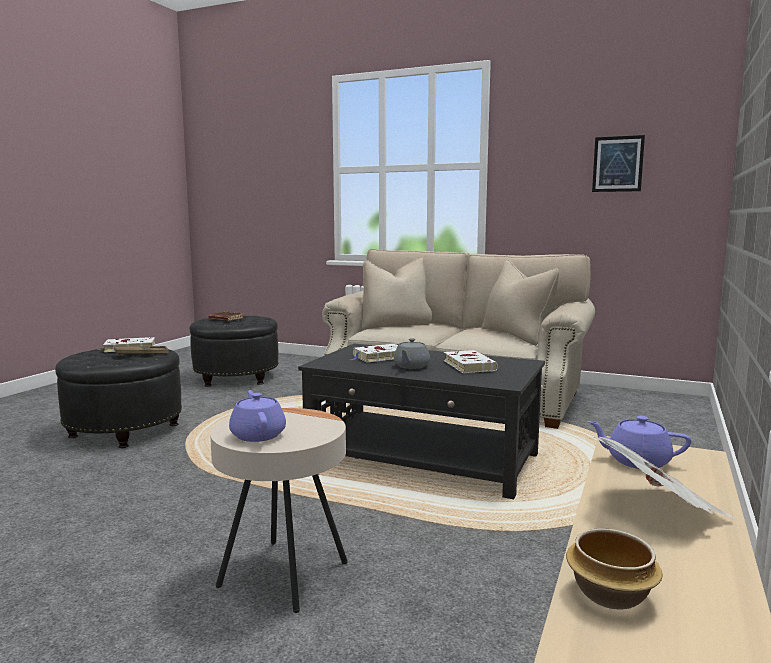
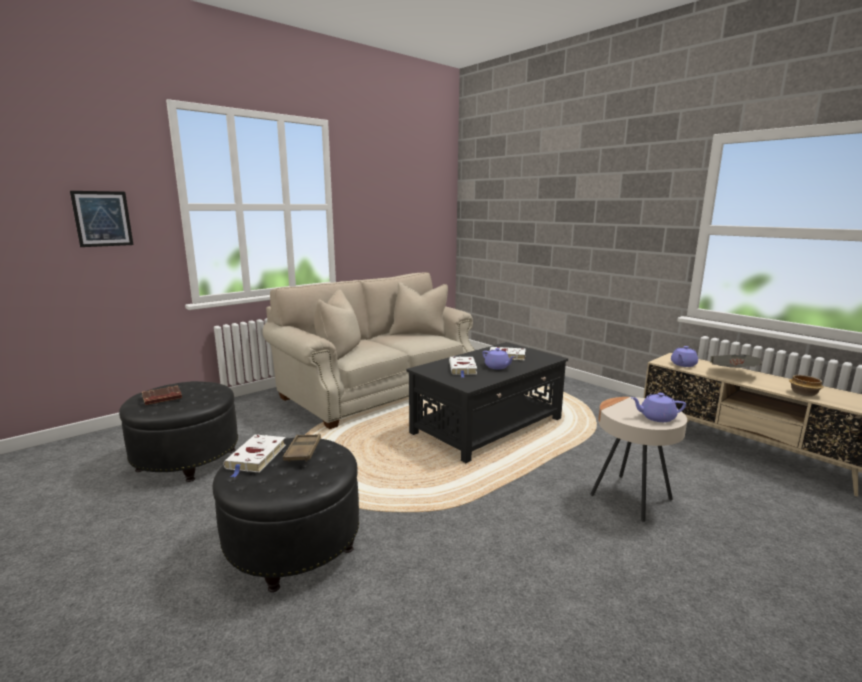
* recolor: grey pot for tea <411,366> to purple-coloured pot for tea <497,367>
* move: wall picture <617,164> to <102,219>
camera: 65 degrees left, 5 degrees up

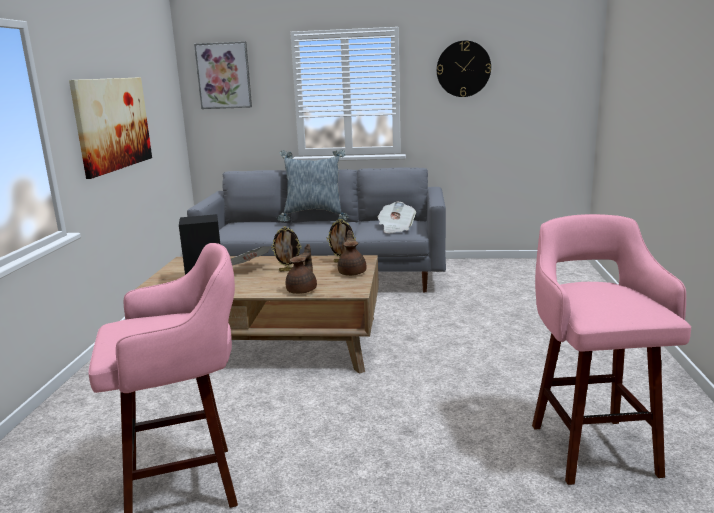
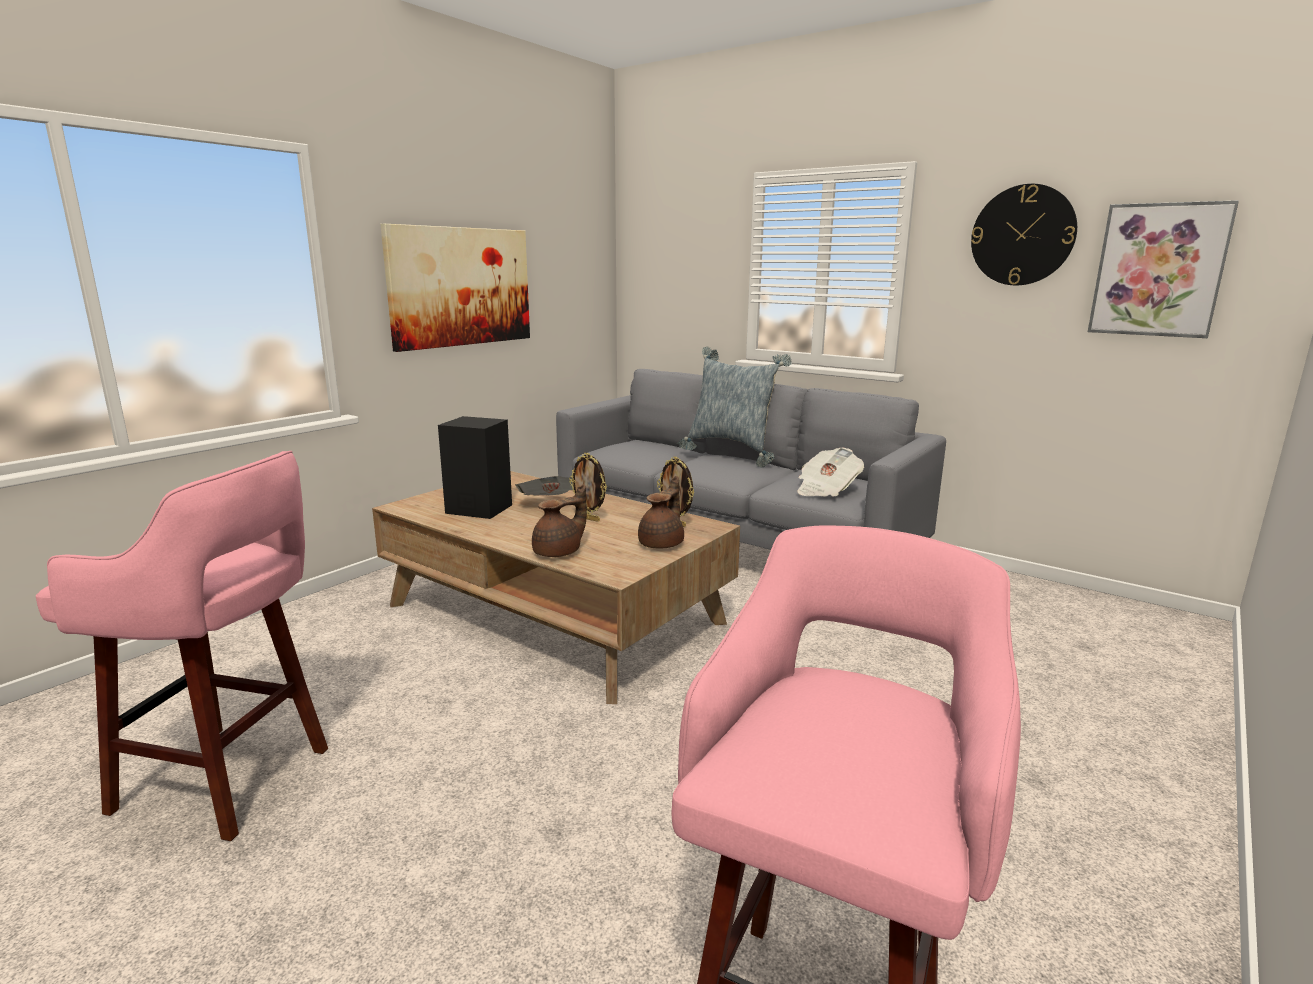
* move: wall picture <224,76> to <1158,270>
camera: 30 degrees right, 0 degrees up

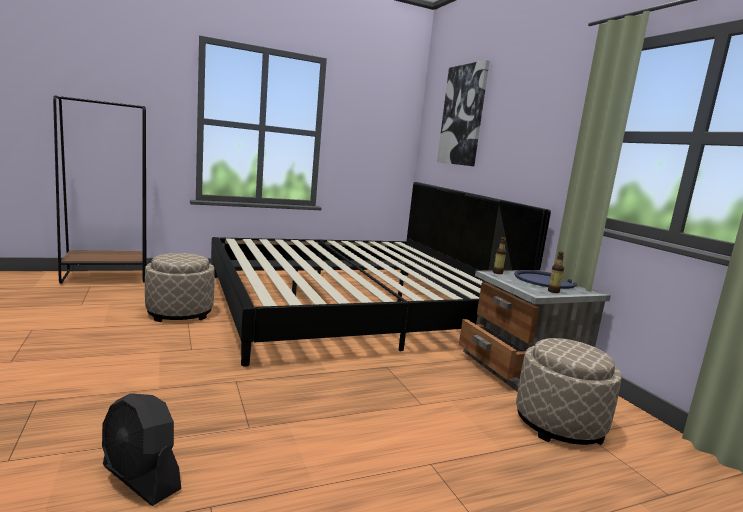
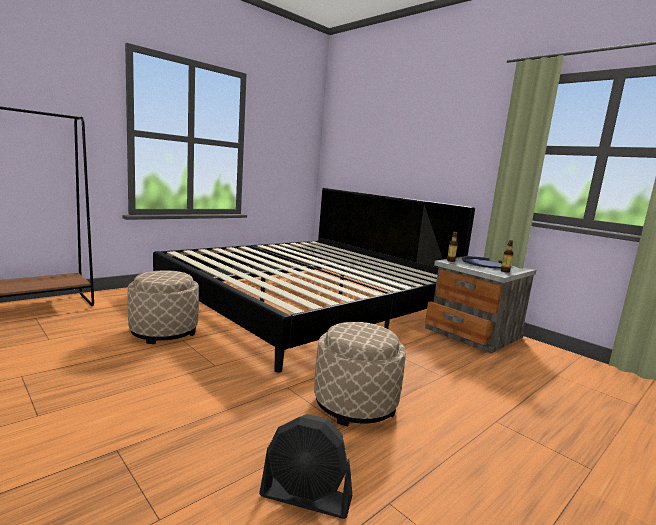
* delete: wall picture <463,115>
* move: sand-coloured footrest <559,424> to <355,404>
camera: 20 degrees left, 0 degrees up

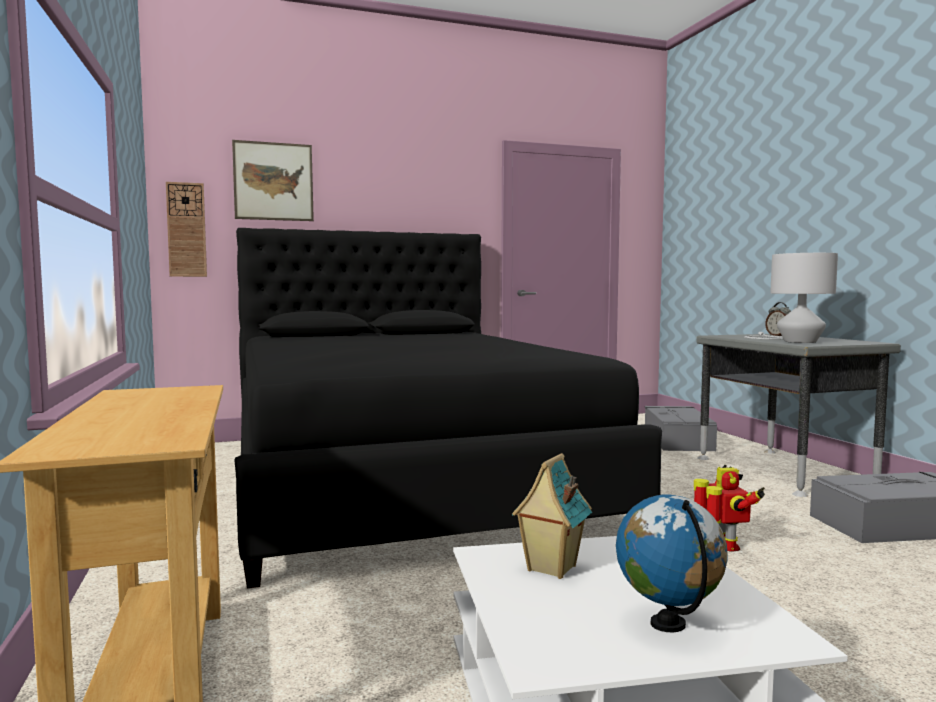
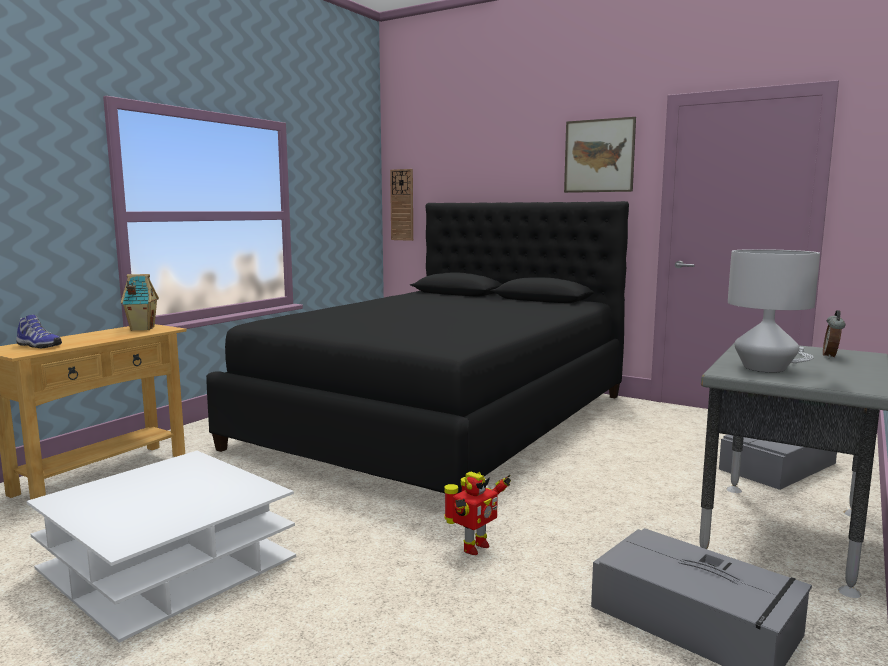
* move: wall picture <273,181> to <599,156>
* move: toy house <550,568> to <141,328>
* delete: desk globe <668,624>
* insert: low shoe <38,346>
camera: 50 degrees right, 5 degrees up

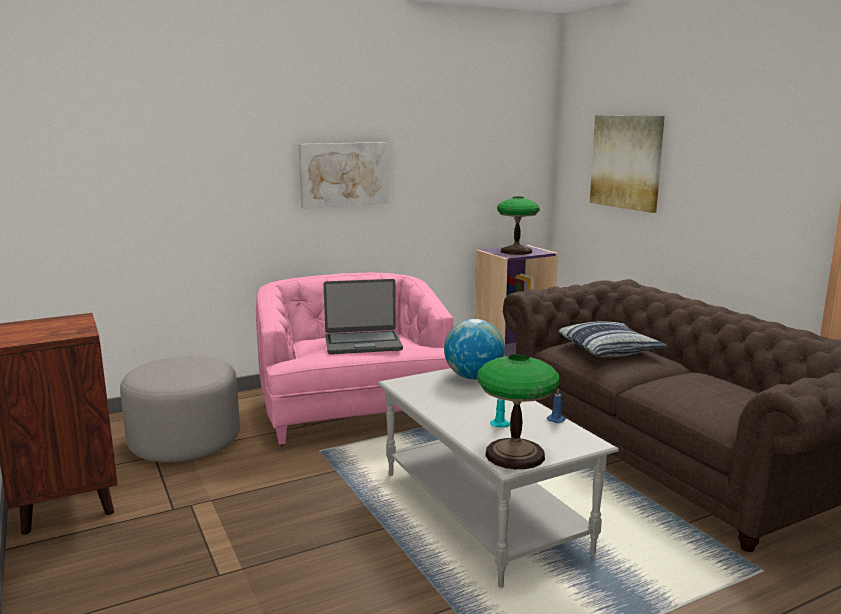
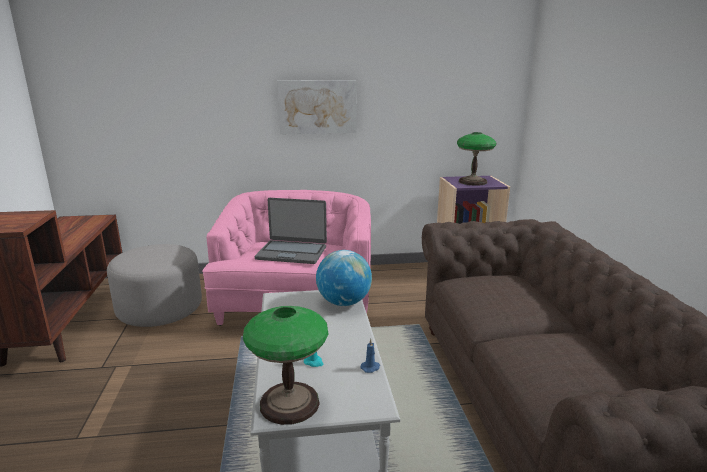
* delete: cushion <609,349>
* delete: wall picture <626,162>
camera: 20 degrees right, 5 degrees up

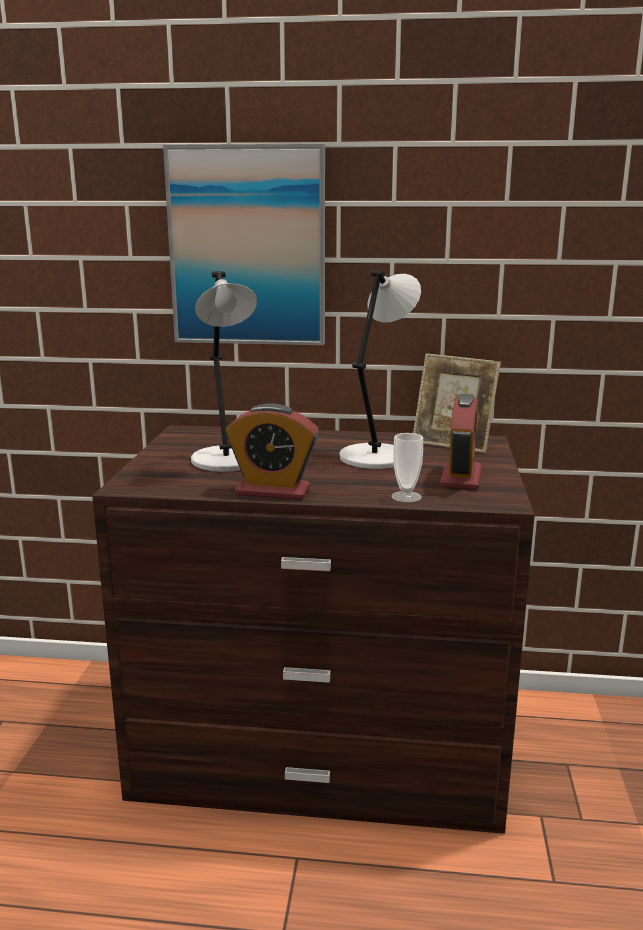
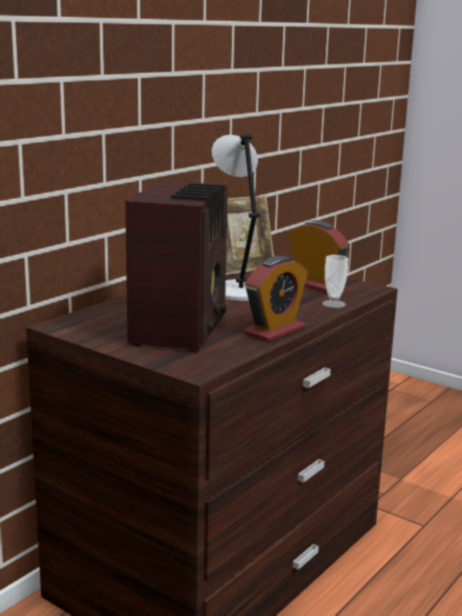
* delete: wall picture <248,247>
* replace: grey tabletop lamp <227,462> to radio receiver <181,329>
camera: 60 degrees left, 0 degrees up

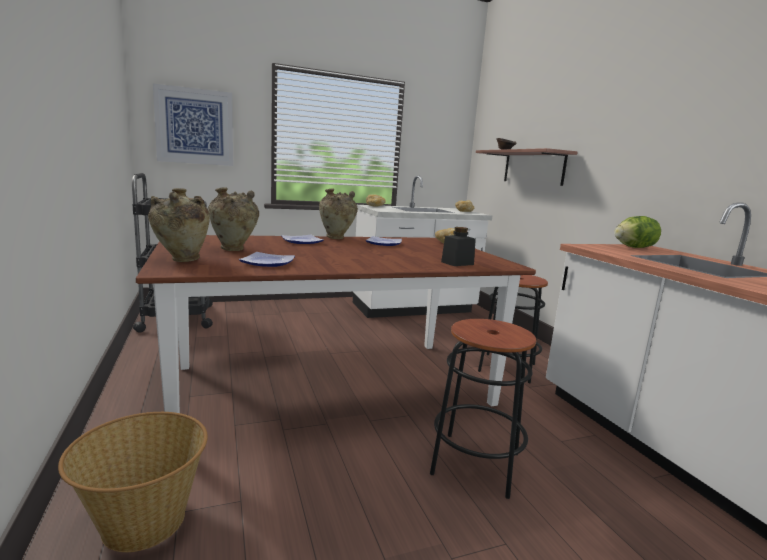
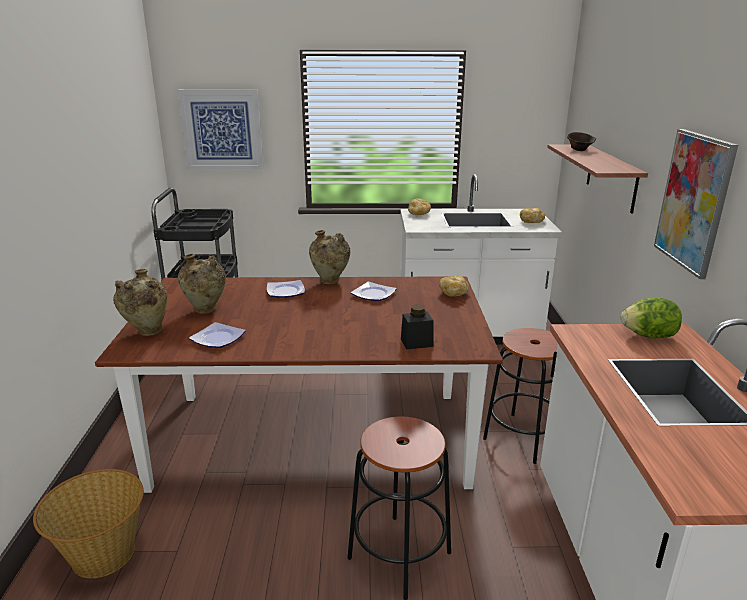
* insert: wall picture <693,201>
camera: 20 degrees right, 10 degrees up

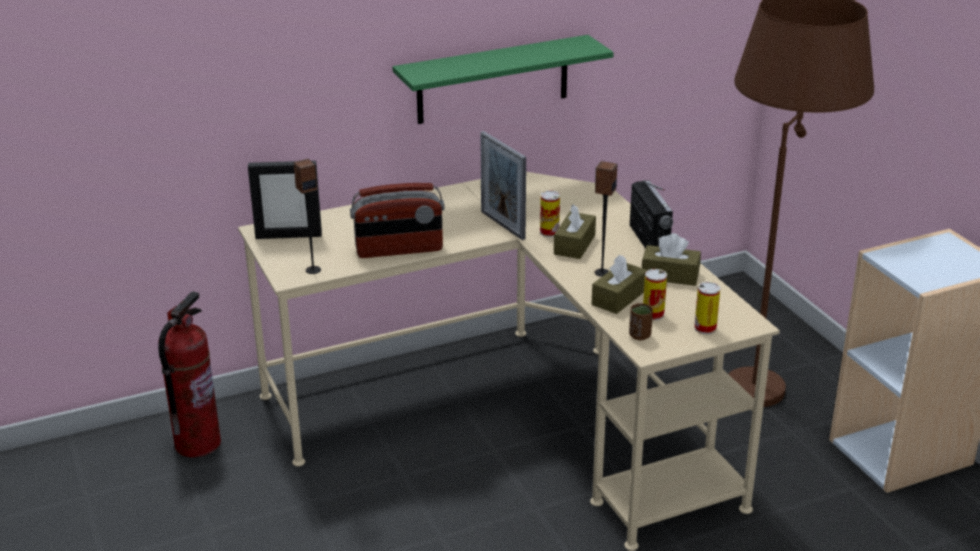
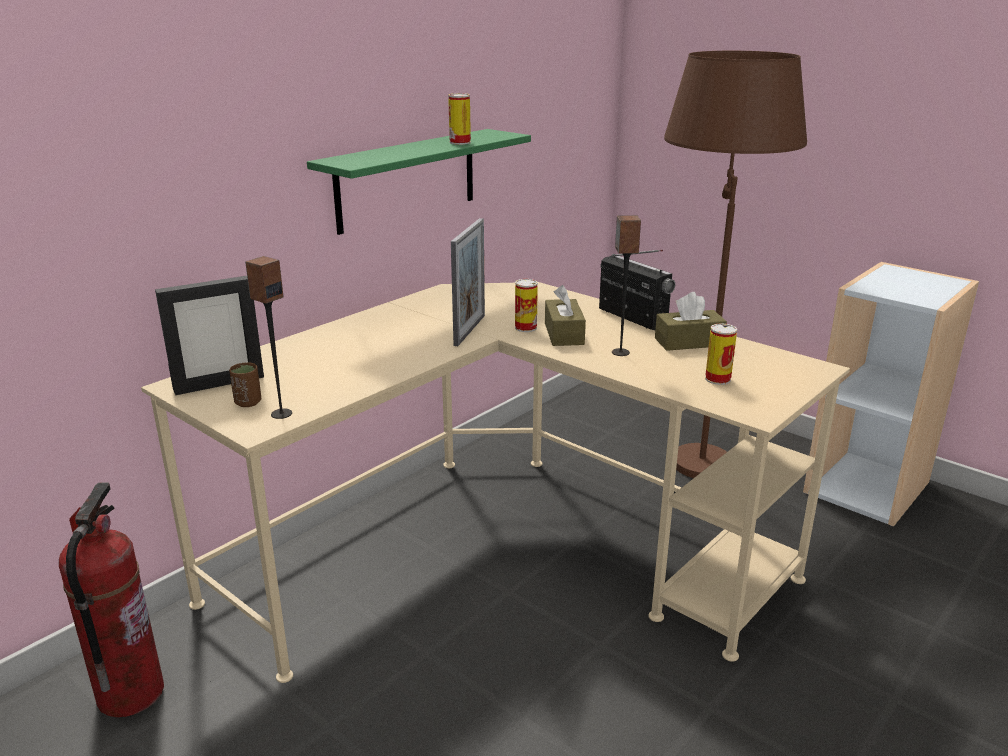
* delete: radio receiver <399,250>
* rotate: photo frame <502,225> = <469,330> 105 degrees counterclockwise
* delete: brown-coloured tissue holder <619,298>
* move: brown-coloured small cup <640,335> to <248,402>
* move: metal can <705,328> to <460,142>
camera: 25 degrees left, 5 degrees down

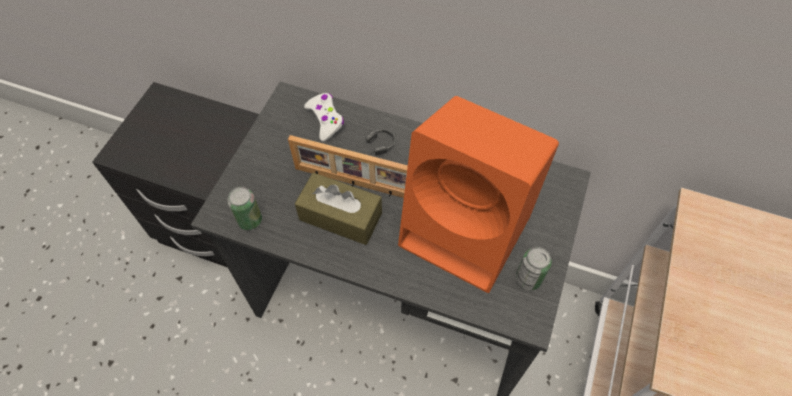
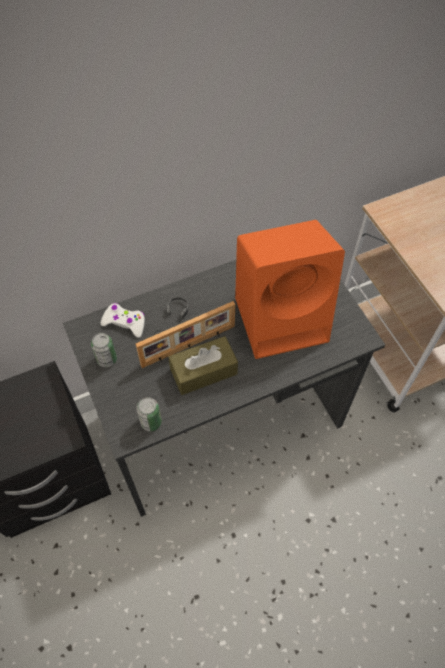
* move: metal can <528,279> to <107,359>
camera: 45 degrees left, 0 degrees up

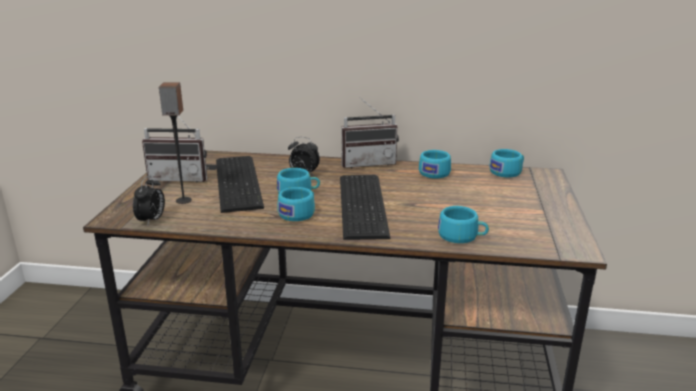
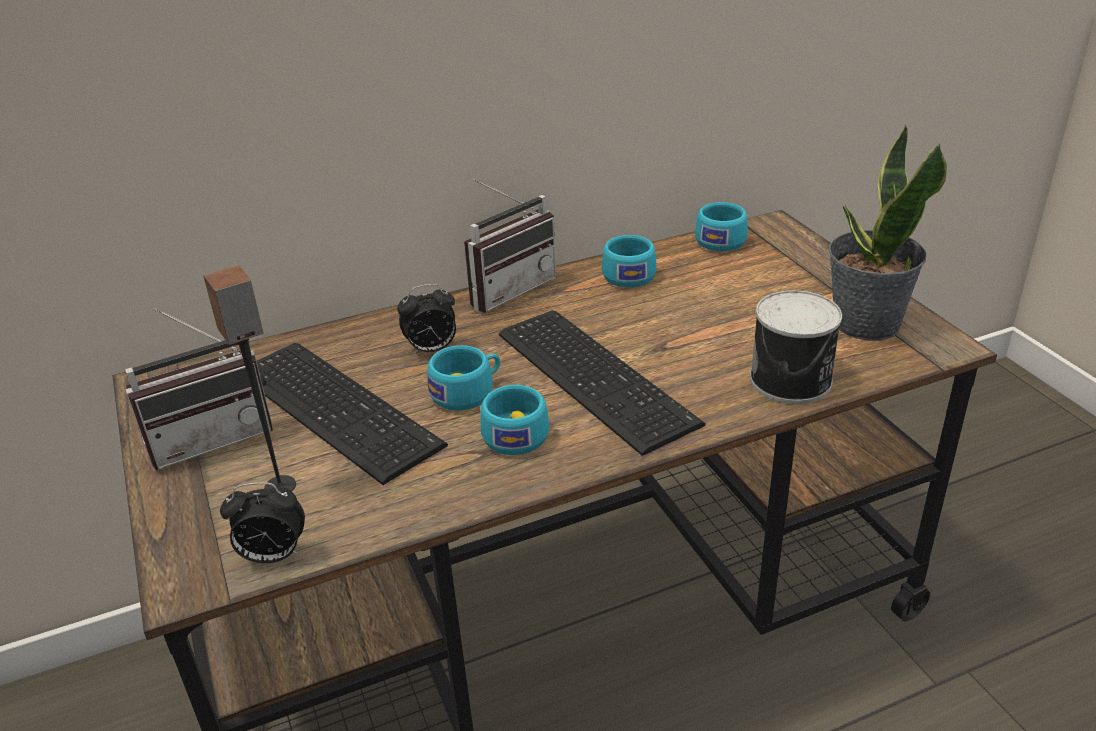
* rotate: table clock <152,220> = <273,556> 105 degrees clockwise
* replace: blue-green small cup <462,237> to metal can <792,381>
* insert: potted plant <865,323>
camera: 30 degrees left, 10 degrees up

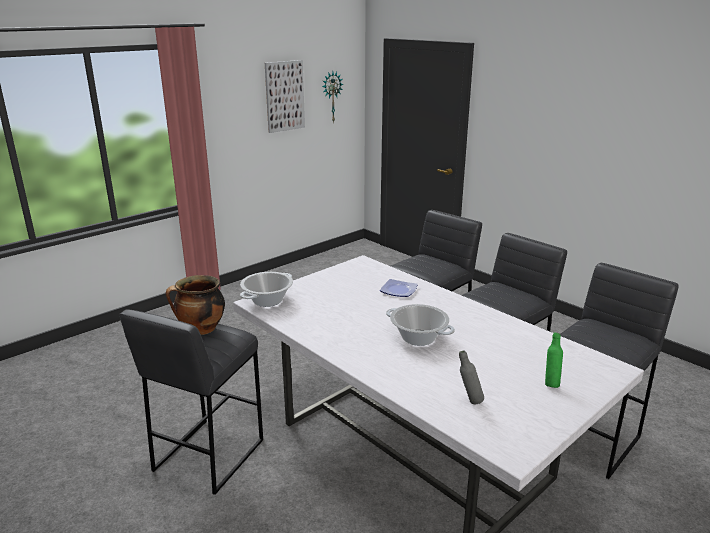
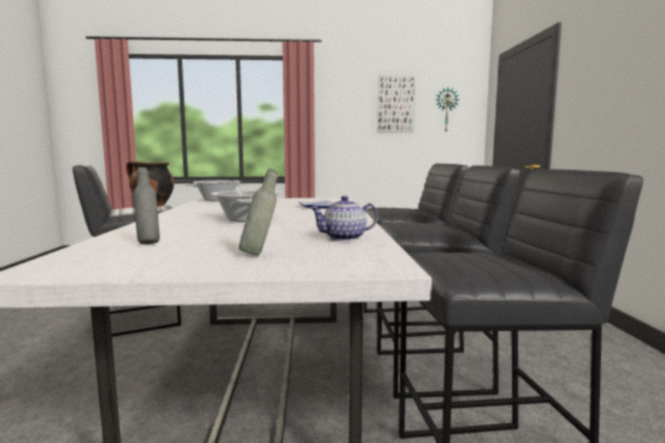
* recolor: green drink bottle <551,383> to grey drink bottle <260,254>
* insert: pot for tea <345,238>
camera: 40 degrees right, 15 degrees down

